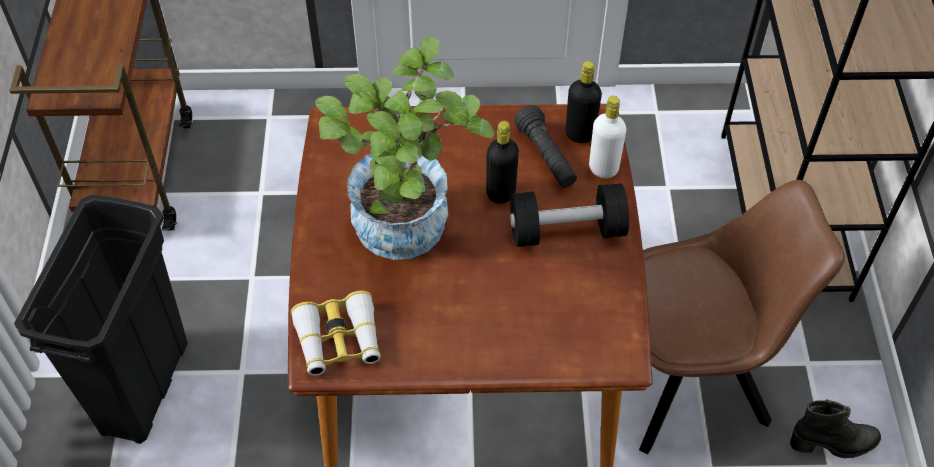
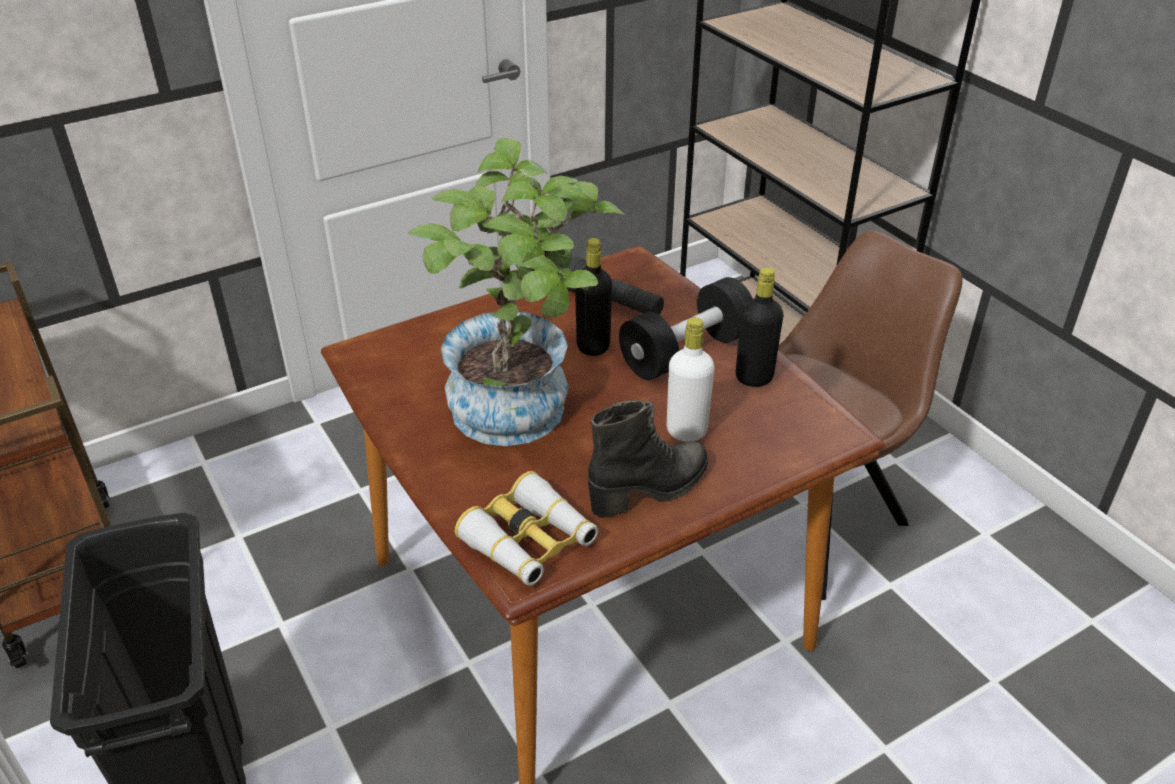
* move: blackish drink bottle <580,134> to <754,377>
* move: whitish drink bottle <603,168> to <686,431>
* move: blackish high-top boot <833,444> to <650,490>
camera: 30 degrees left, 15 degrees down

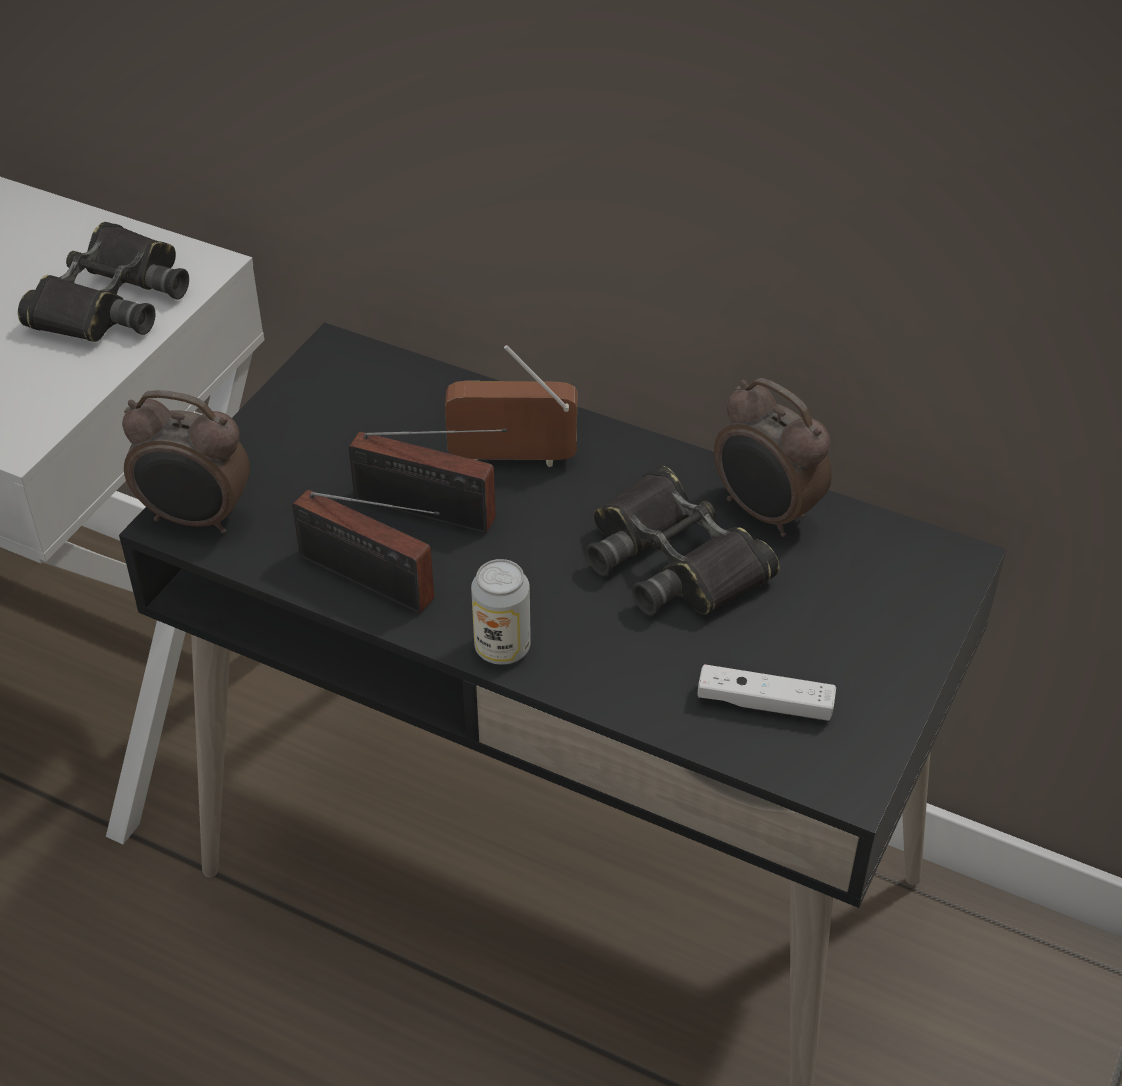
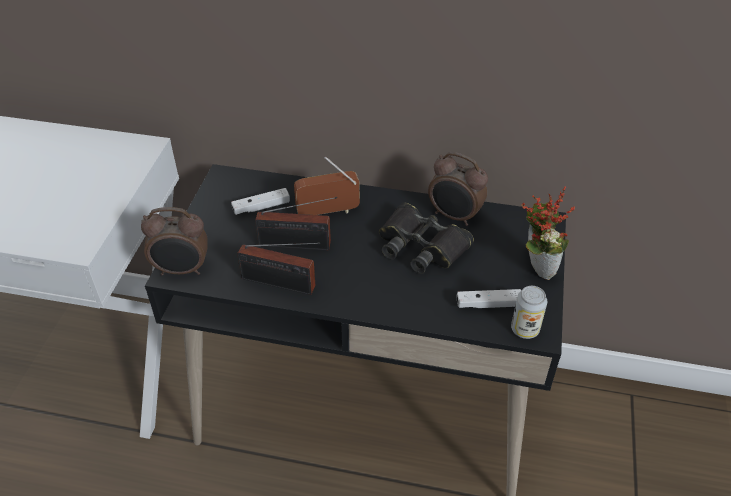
* delete: blackish binoculars <112,300>
* move: metal can <502,647> to <525,329>
* insert: whitish gamepad <261,207>
* insert: potted plant <535,267>
camera: 15 degrees left, 0 degrees up

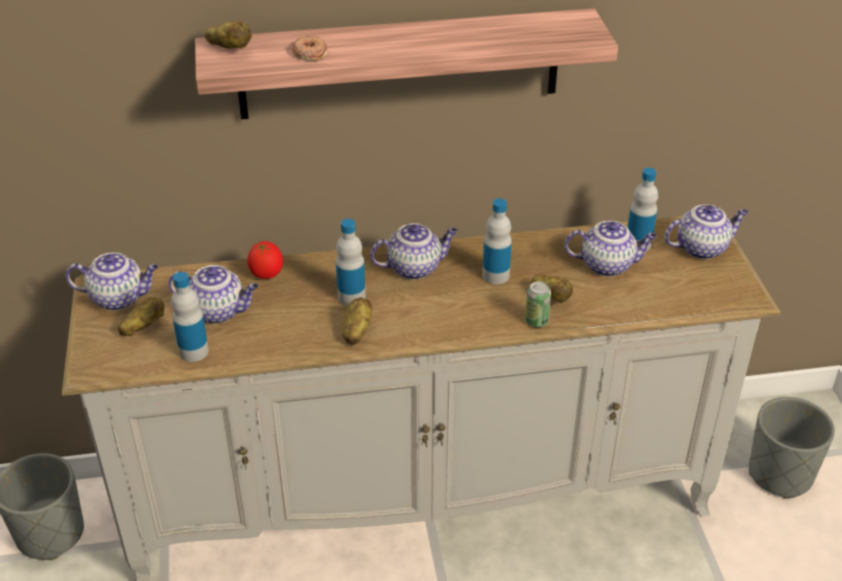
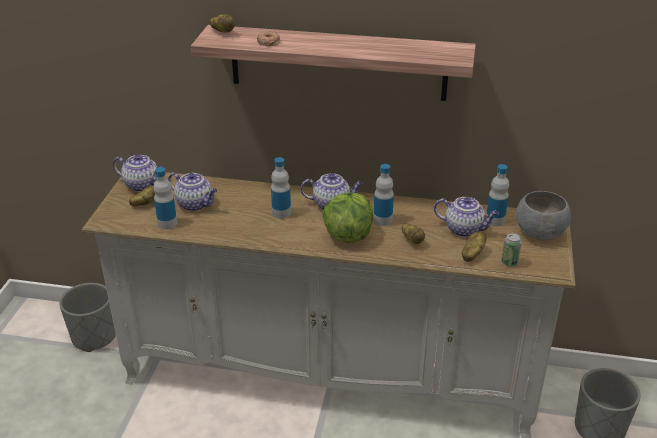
* delete: tomato <266,273>
* move: potato <356,331> to <472,254>
* move: metal can <536,321> to <509,262>
* replace: pot for tea <702,248> to grey deep dish <540,232>
* insert: lettuce <348,235>
camera: 20 degrees right, 5 degrees down

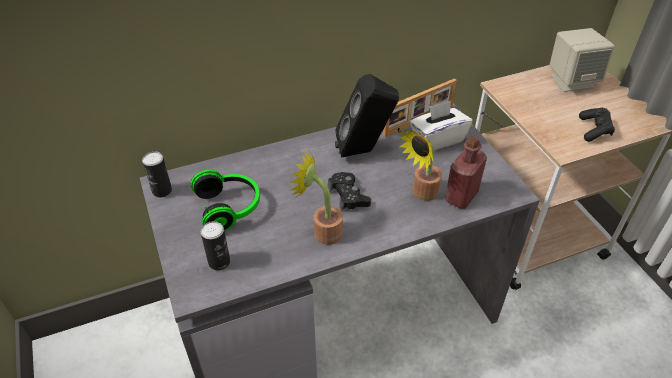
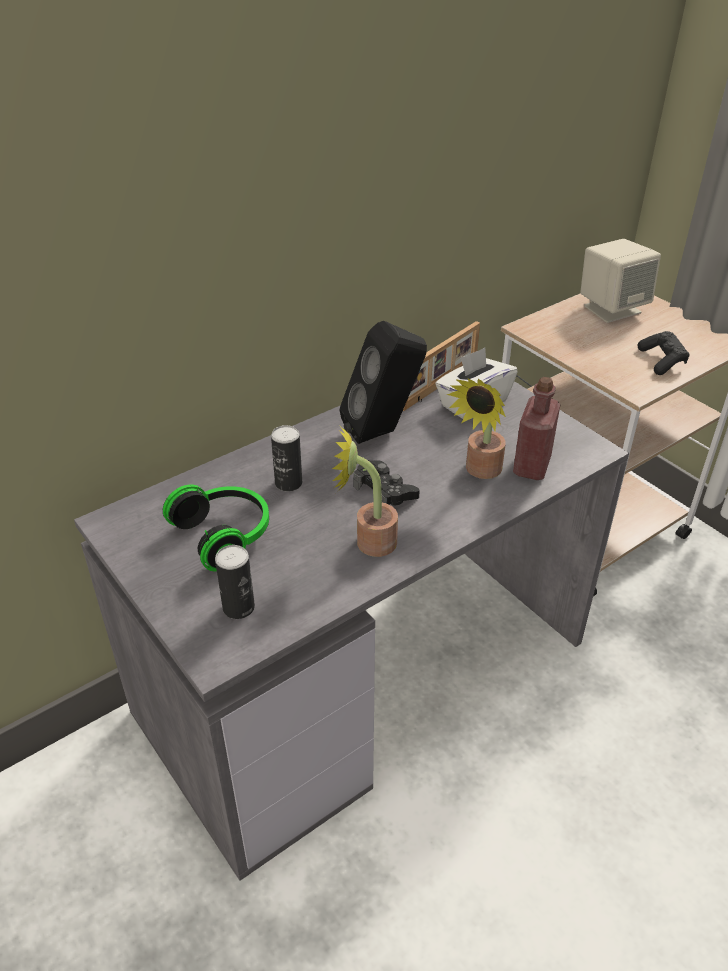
* move: metal can <162,191> to <288,483>
camera: 15 degrees left, 5 degrees down

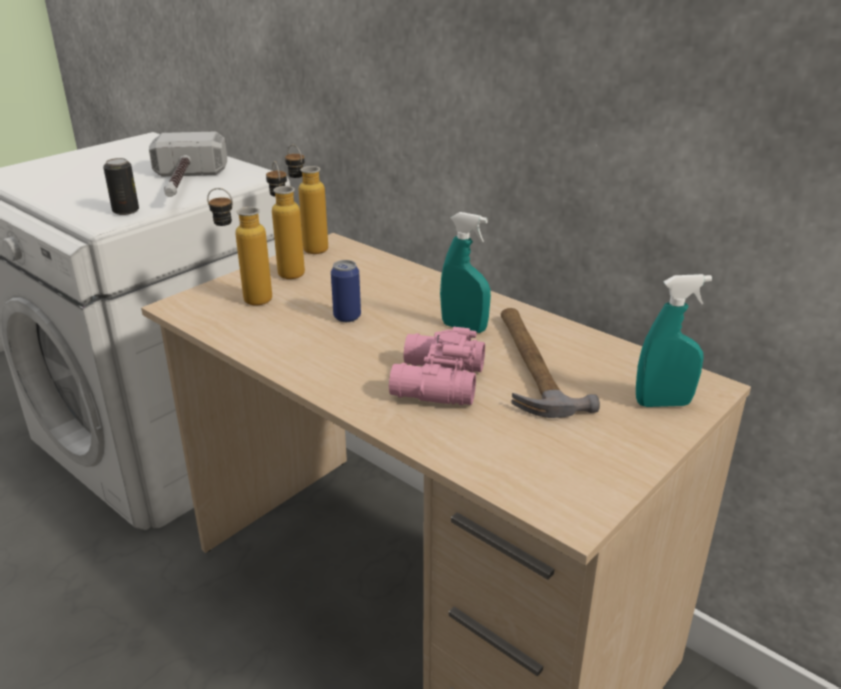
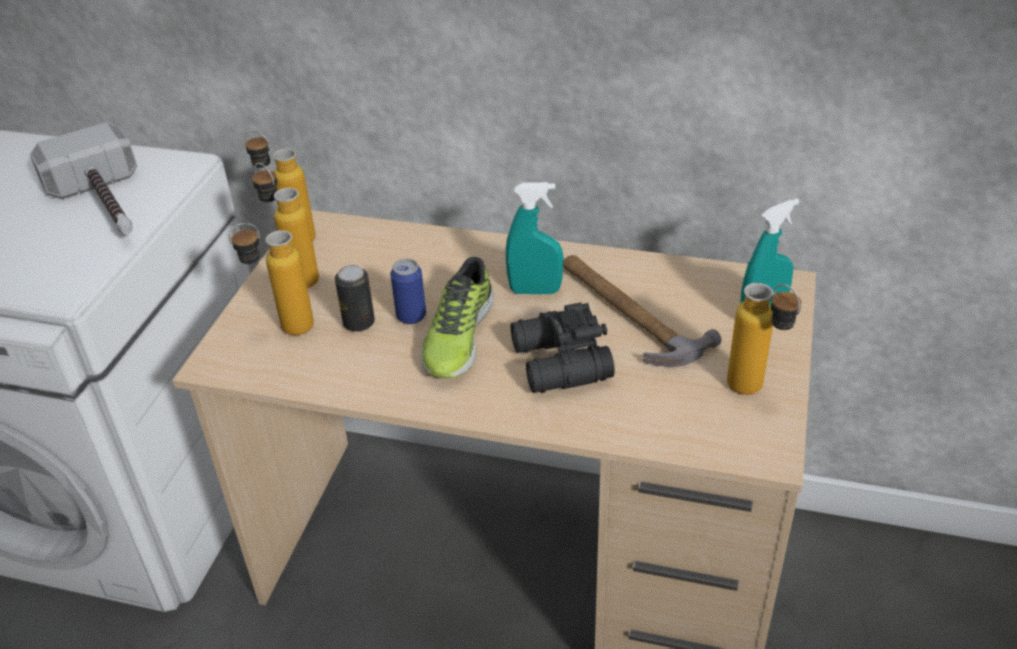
* move: metal can <126,211> to <359,323>
* recolor: pink-coloured binoculars <435,383> to blackish binoculars <559,364>
* insert: low shoe <457,336>
* insert: drink bottle <755,392>
camera: 25 degrees left, 10 degrees up

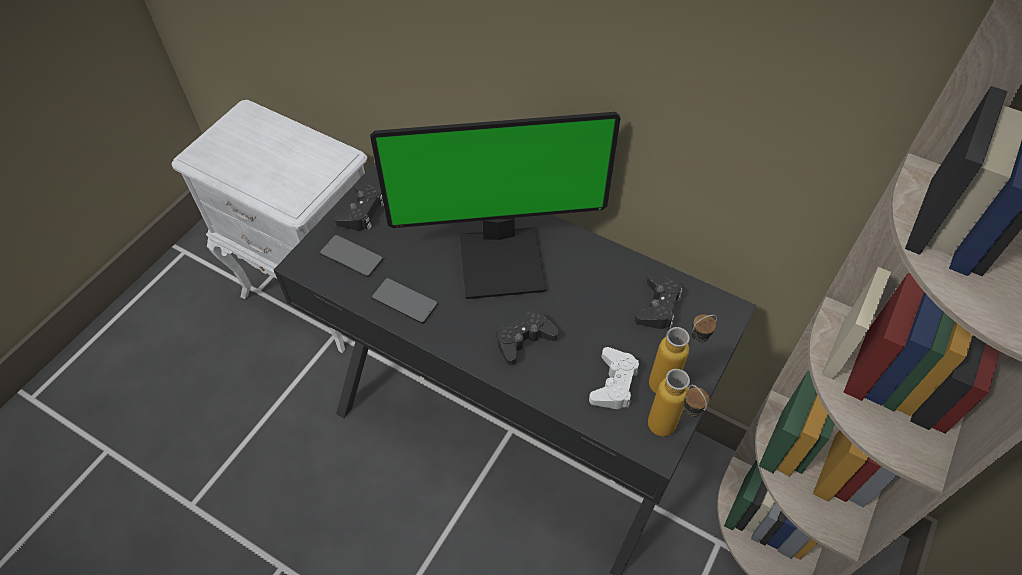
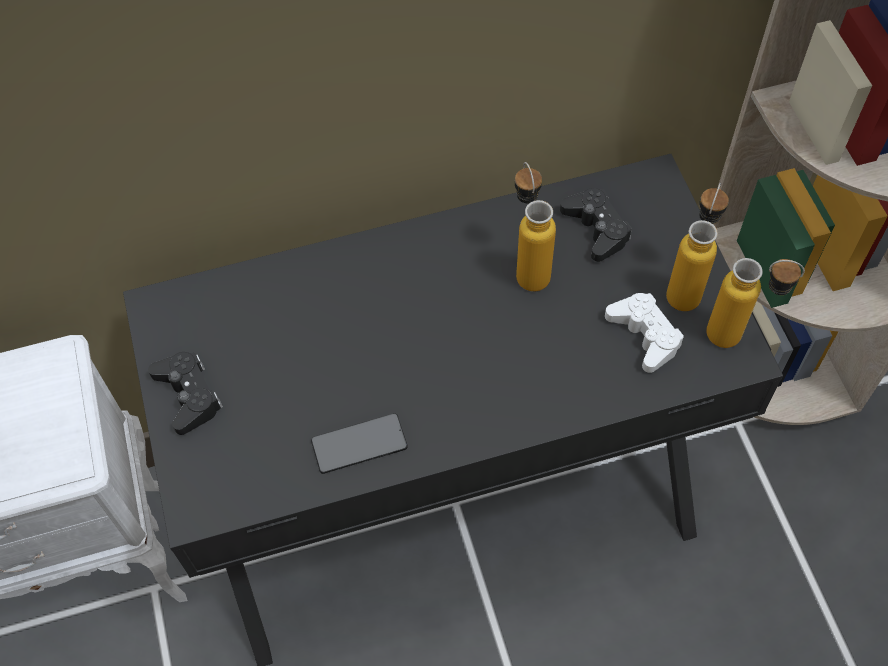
* delete: phone <351,256>
* delete: computer display <502,259>
* delete: blackish gamepad <524,340>
* insert: drink bottle <528,267>
camera: 45 degrees left, 5 degrees up

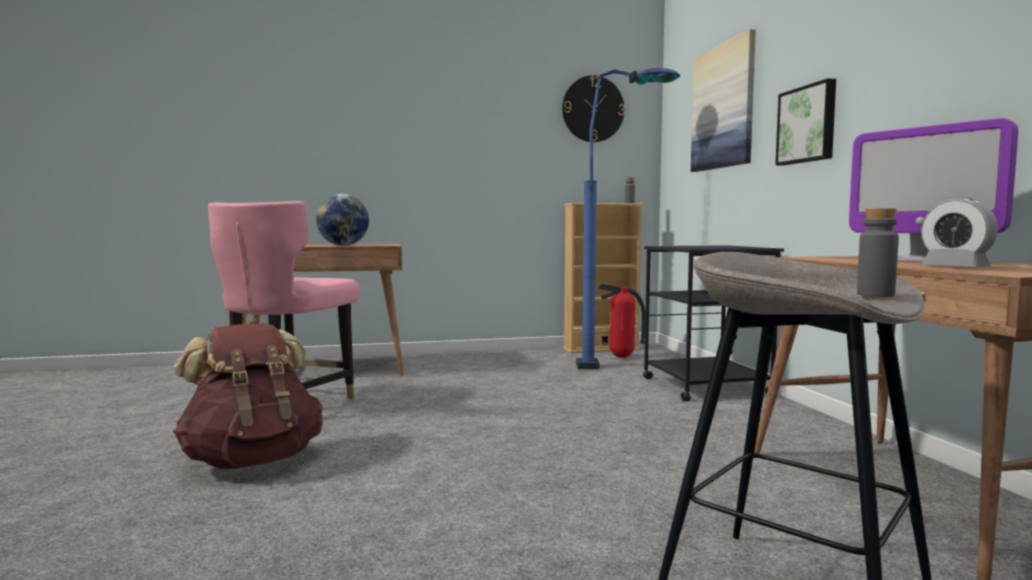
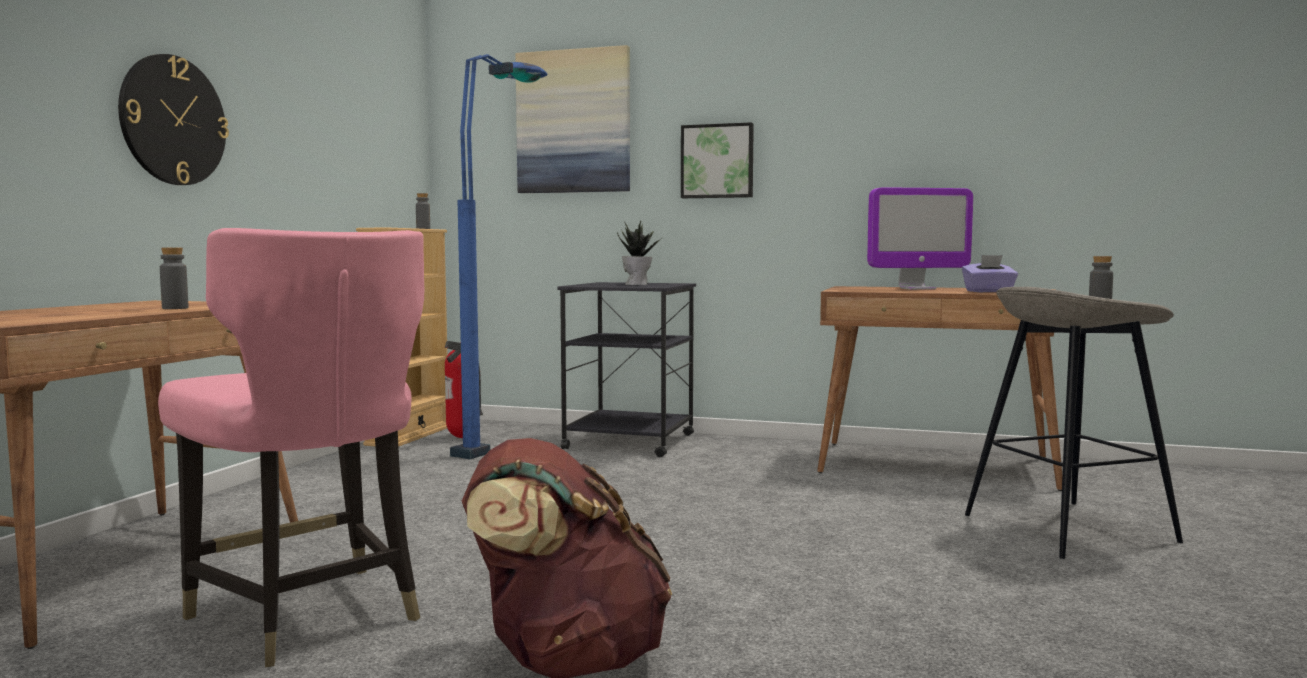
* replace: desk globe <343,245> to grey drink bottle <175,308>
* move: clock on the wall <593,109> to <173,120>
* replace: table clock <955,267> to purple-coloured tissue holder <989,291>
* insert: potted plant <637,284>
camera: 60 degrees left, 0 degrees up

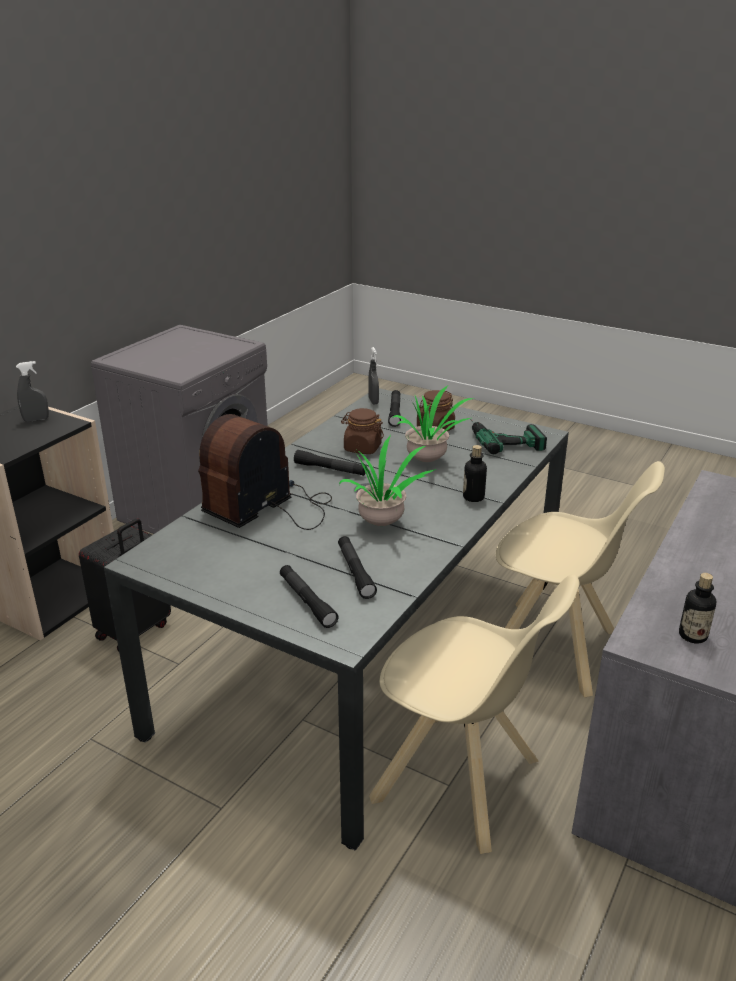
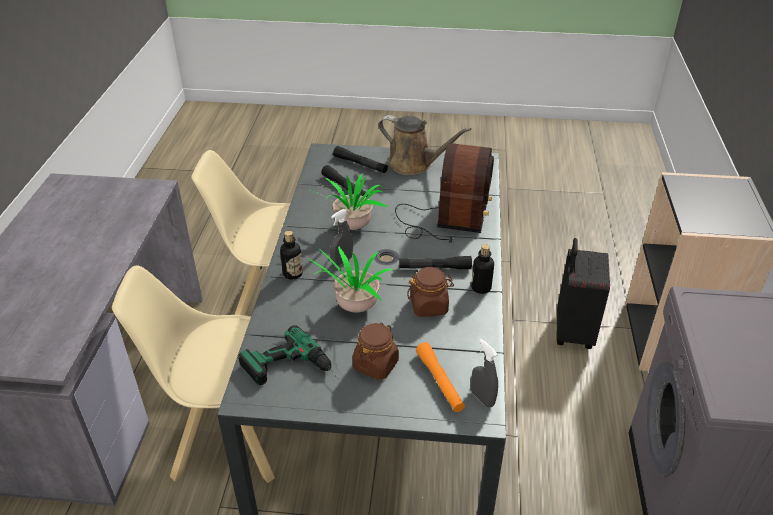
* move: grey sprayer <36,420> to <342,261>
* recolor: blackish torch <395,412> to orange torch <439,381>
* move: drink bottle <692,635> to <481,287>
* insert: brown-coloured watering can <414,164>
camera: 155 degrees right, 10 degrees up

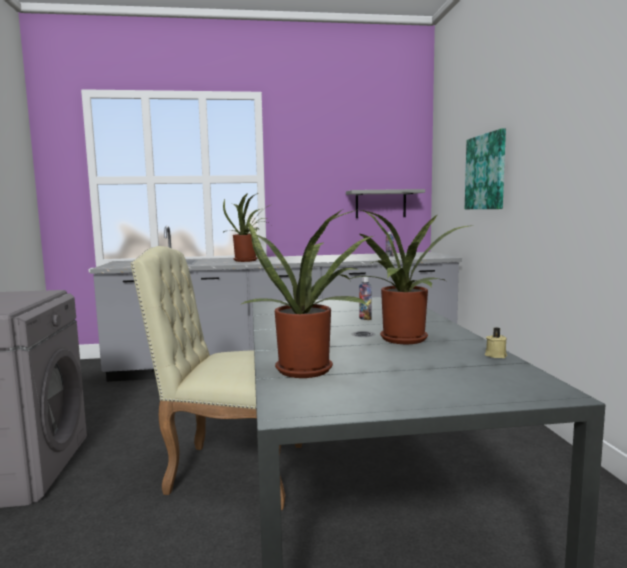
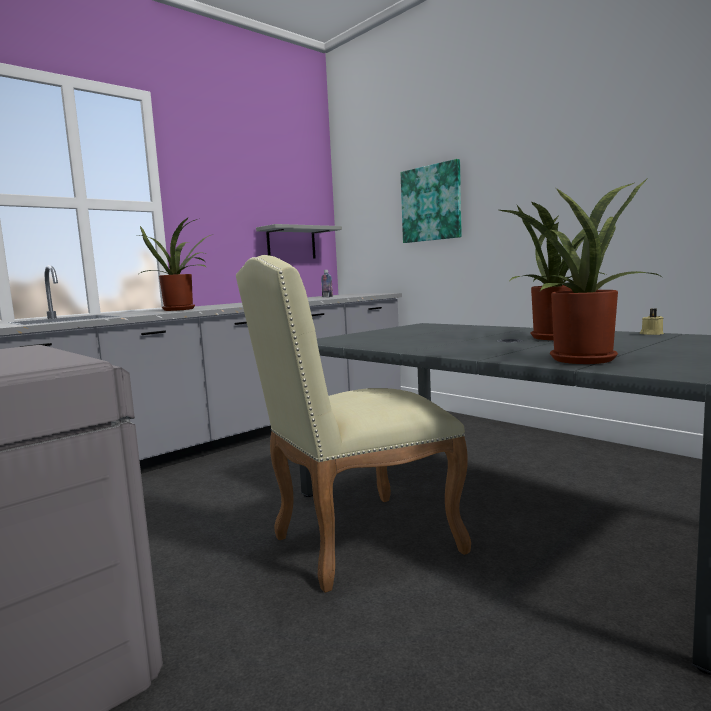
* delete: drink bottle <365,318>
camera: 35 degrees left, 0 degrees up

